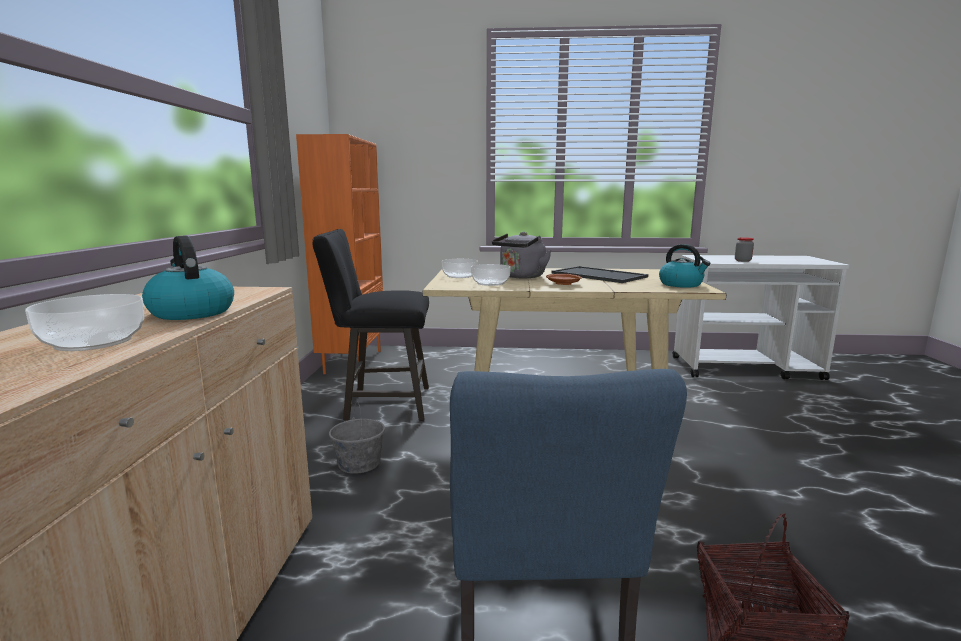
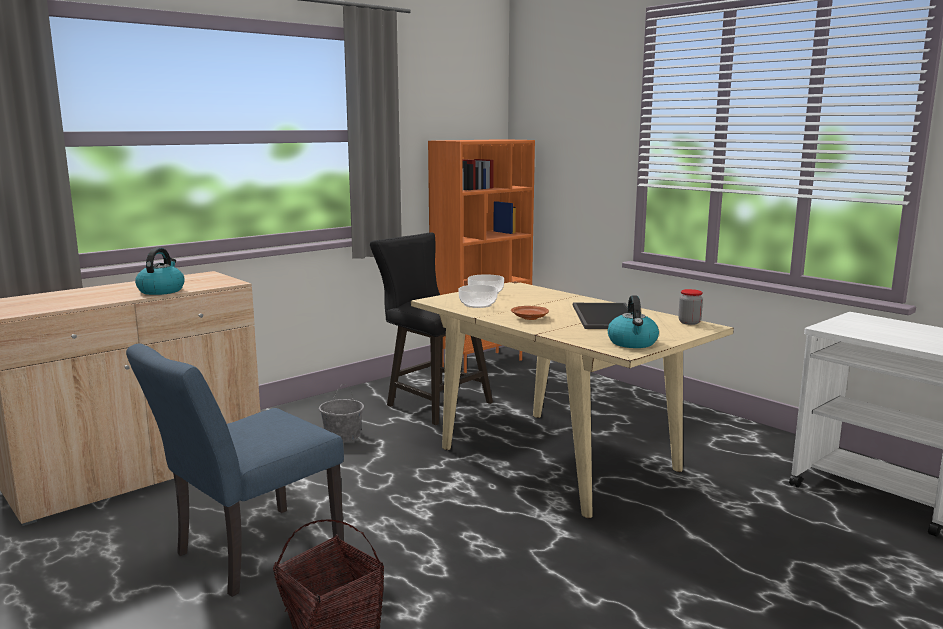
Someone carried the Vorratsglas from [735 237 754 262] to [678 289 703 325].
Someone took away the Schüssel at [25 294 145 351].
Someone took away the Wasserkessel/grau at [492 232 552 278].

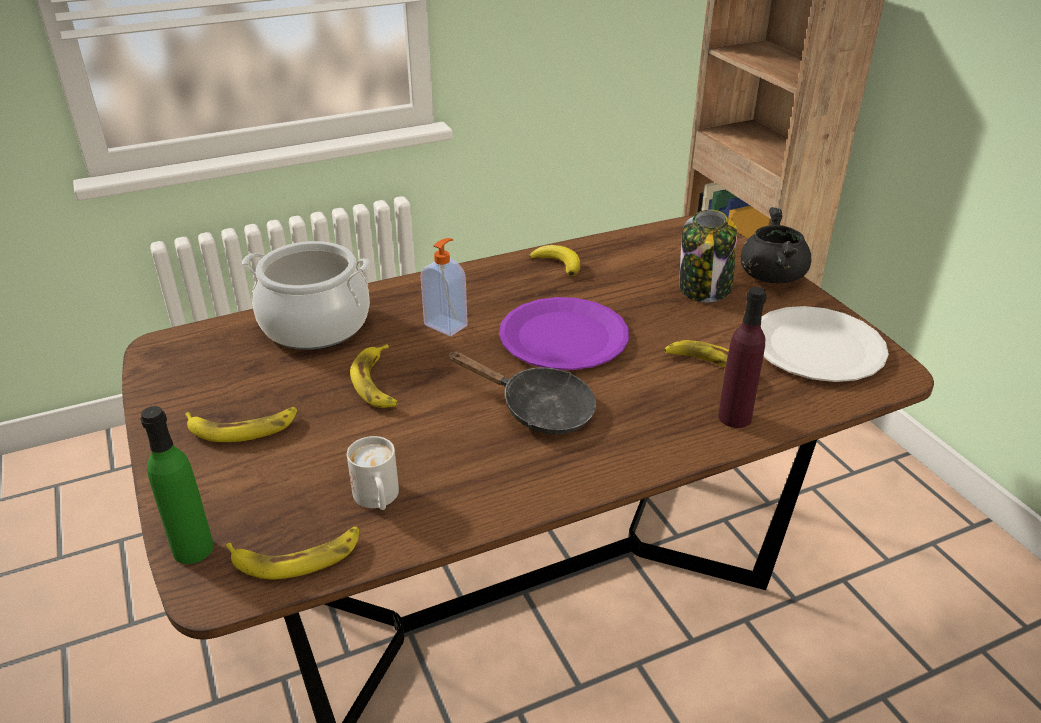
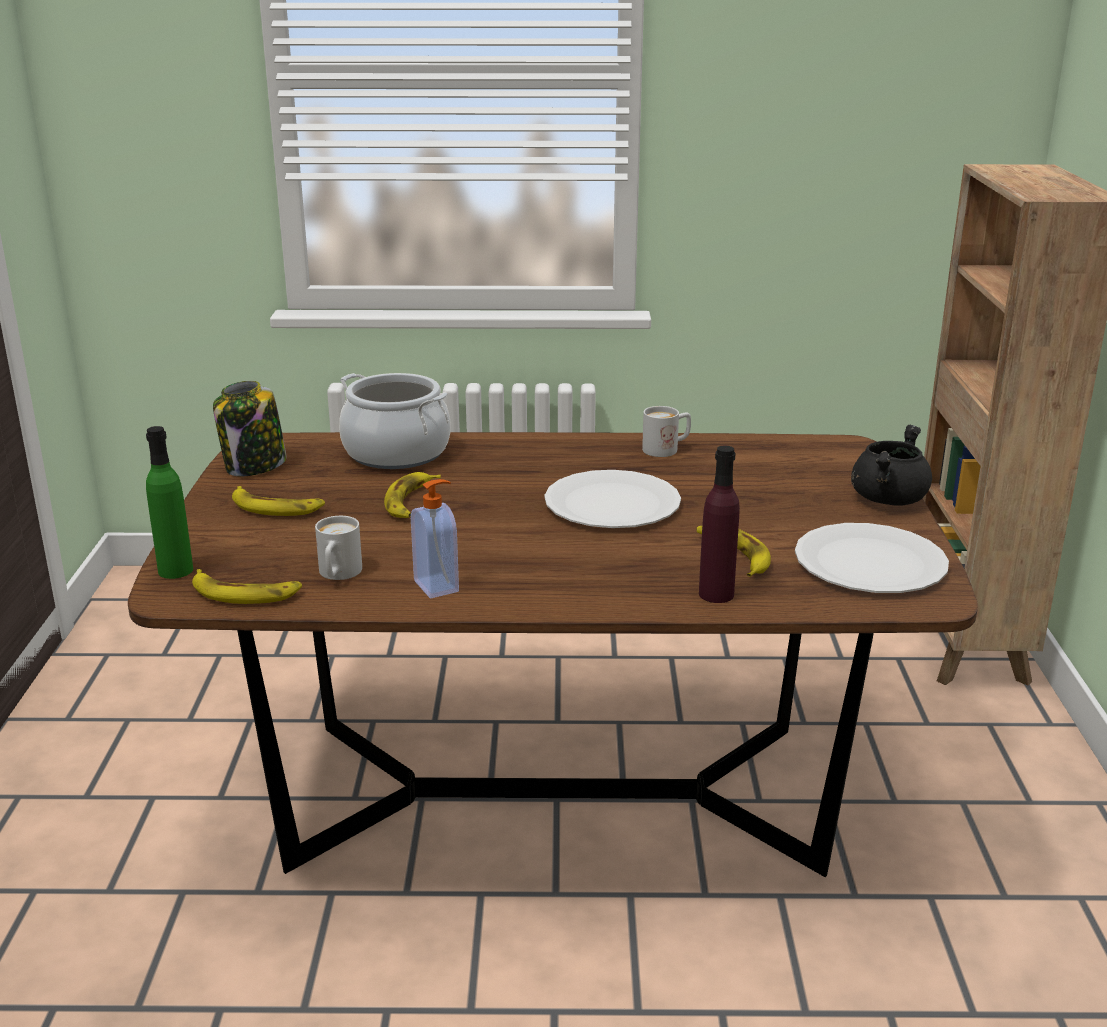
Someone carried the Vorratsglas from [679 210 737 302] to [213 381 287 476].
Someone carried the Seifenspender from [421 238 468 336] to [411 479 459 598].
Someone repainted the Teller/lila at [499 297 629 370], which became the Teller/weiß at [544 470 681 528].
Someone swapped the Banane at [529 245 580 276] for the Henkelbecher/weiß at [642 406 691 457].
Someone took away the Pfanne/schwarz at [449 352 596 434].

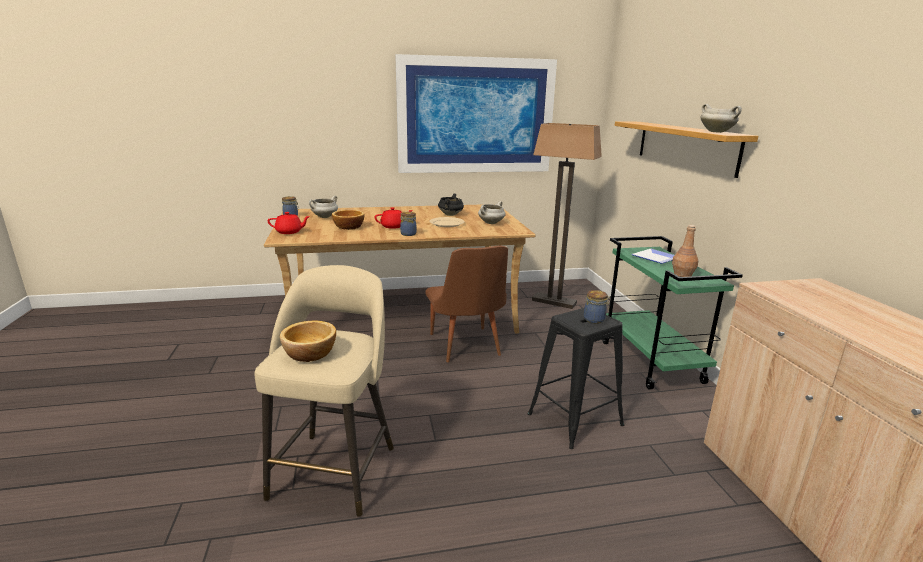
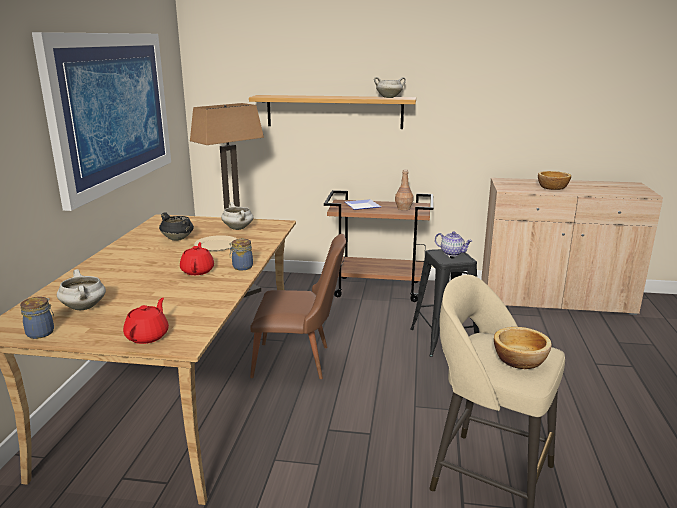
Someone repainted the Rollwagen/grün at [602 236 743 390], which became the Rollwagen/braun at [324 190 433 302].
Someone swapped the Vorratsglas at [584 290 610 324] for the Teekanne at [435 231 472 256].
Someone carried the Schüssel from [332 210 365 230] to [538 171 571 190].

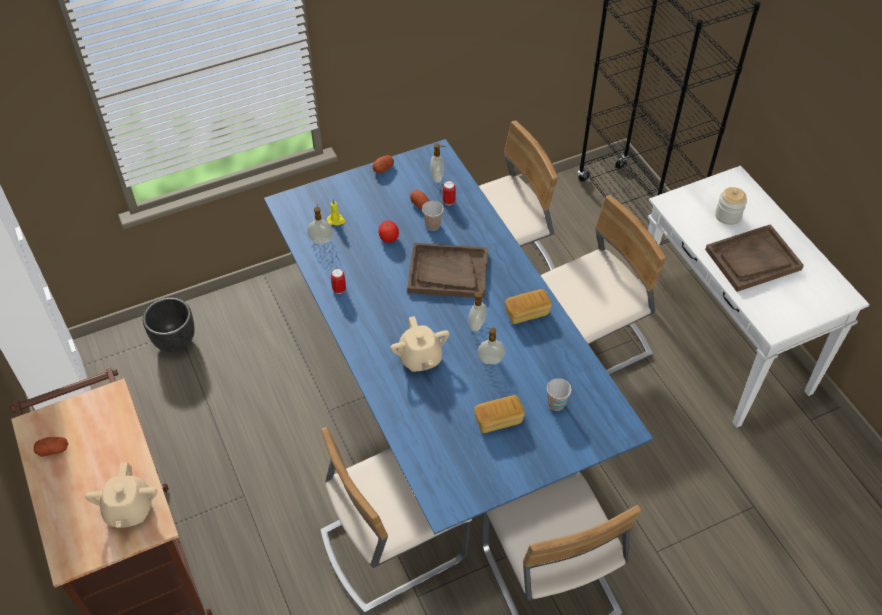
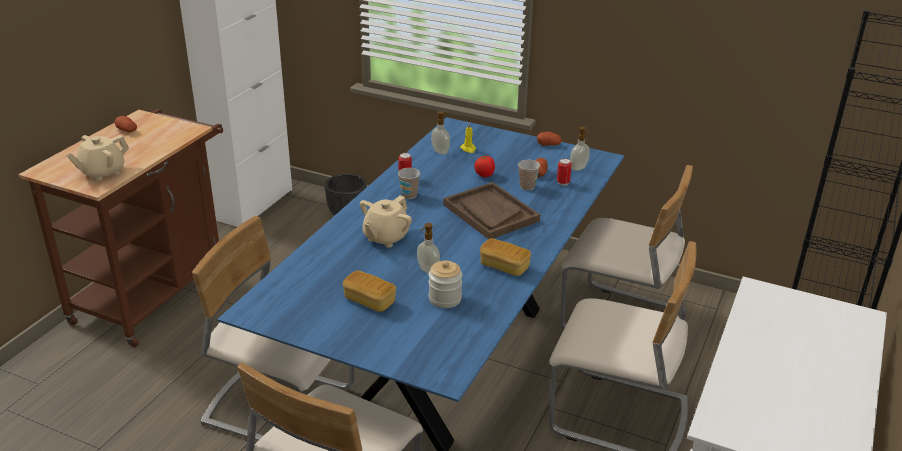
Someone carried the Tasse from [547 378 572 411] to [398 168 420 199].
Someone carried the Vorratsglas from [715 187 747 225] to [428 260 462 308].
Someone took away the Seifenspender at [468 292 487 332].
Someone took away the Tablett/braun at [705 224 804 292].

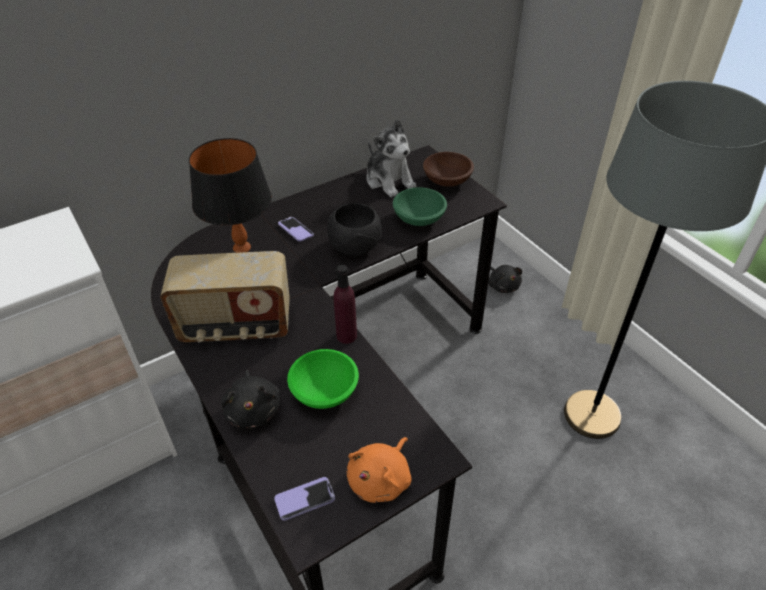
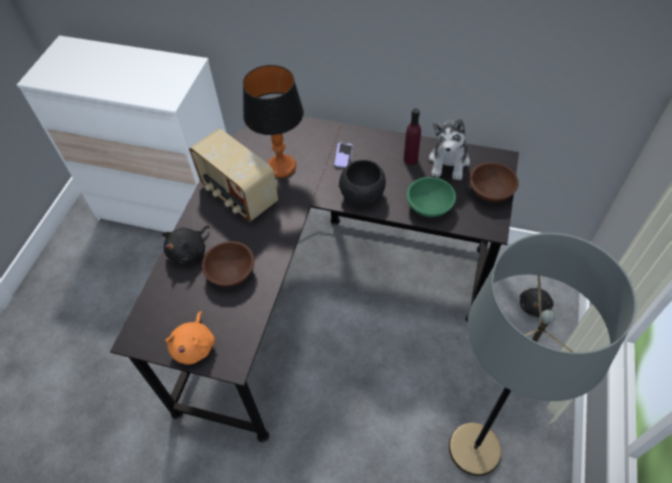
Someone rotated the Plüschtier/orange at [347 437 411 503] by 75 degrees counterclockwise.
Someone repainted the Schüssel/grün at [287 349 359 409], which became the Schüssel/braun at [202 241 254 287].
Someone carried the Flasche/lila from [334 265 357 344] to [404 108 421 165].
Someone took away the Handy at [274 477 335 521].

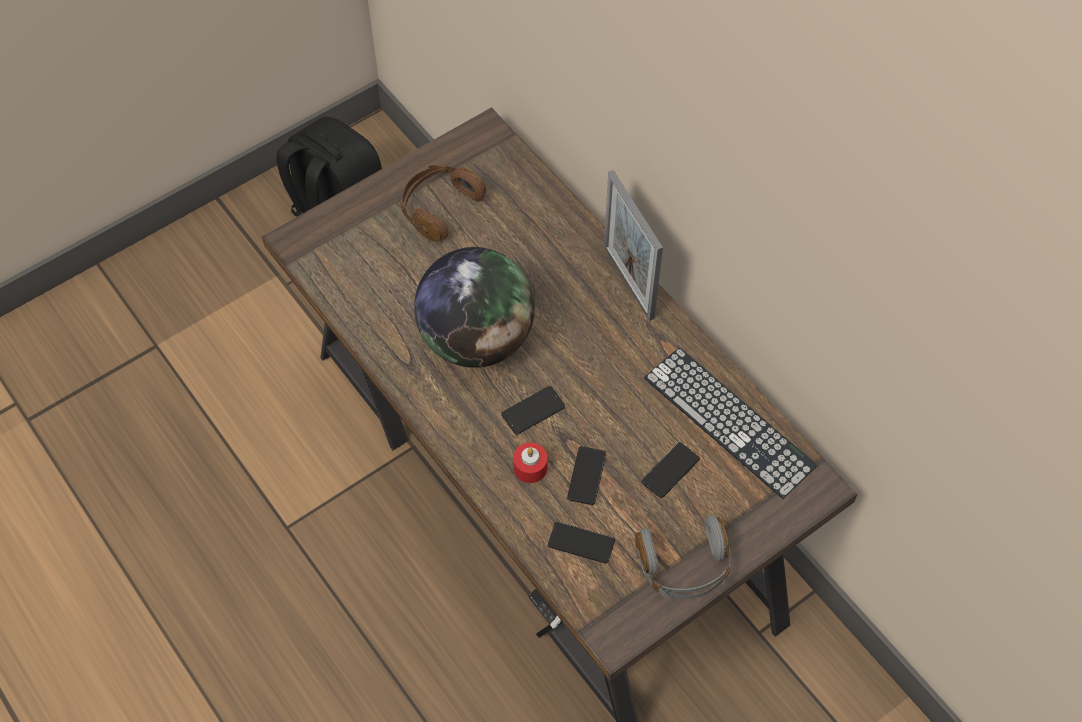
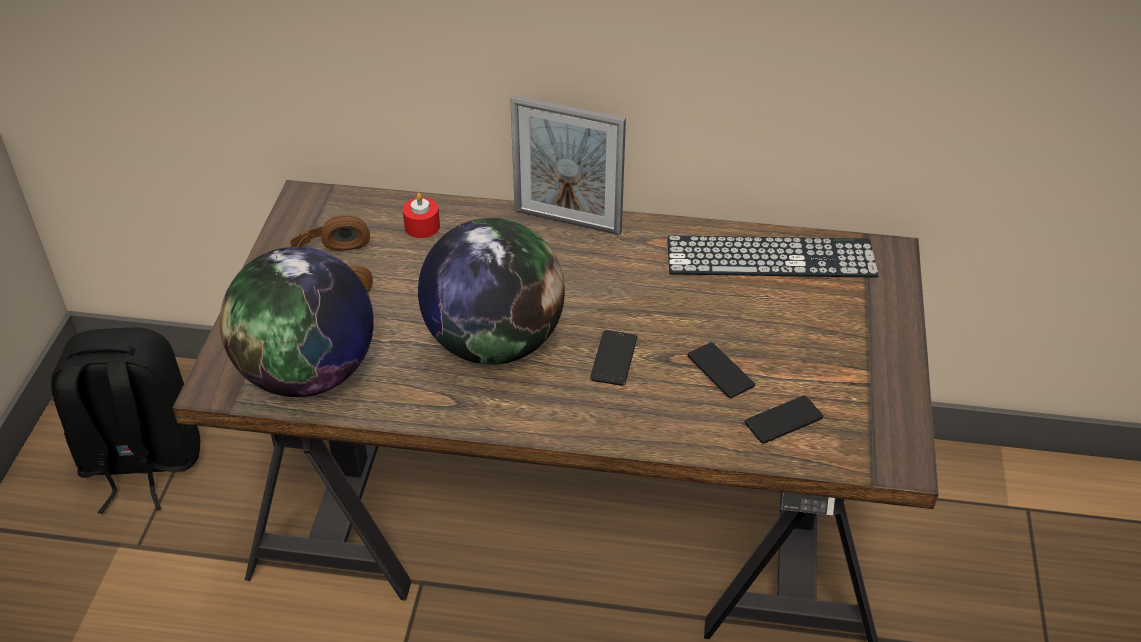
Someone put down the Globus at [220 247 374 397].
Someone carried the Kerze/rot from [513 443 548 483] to [403 193 440 238].
Someone took away the Kopfhörer/grau at [635 515 730 600].
Someone took away the Handy at [641 442 700 498].

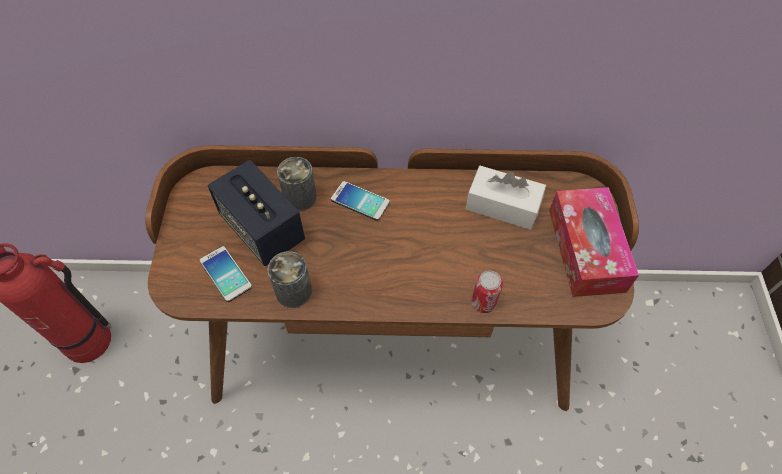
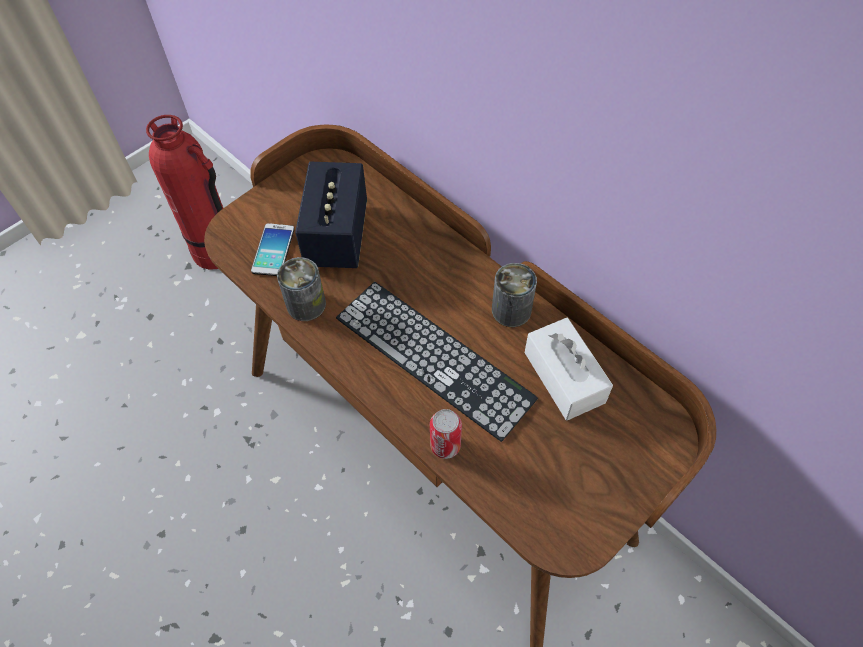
Someone put down the Tastatur at [336 282 538 442].
Someone carried the Dose from [277 157 317 211] to [492 263 537 327].
Someone took away the Handy at [331 181 390 221].
Someone took away the Taschentuchbox at [549 187 639 297].

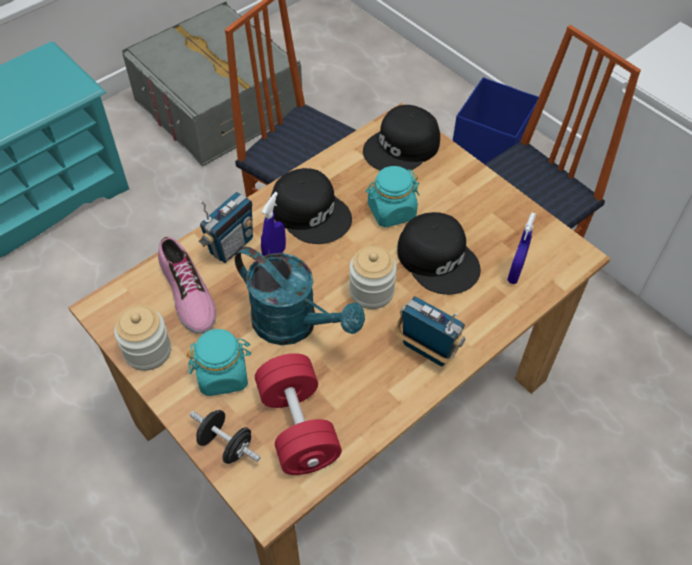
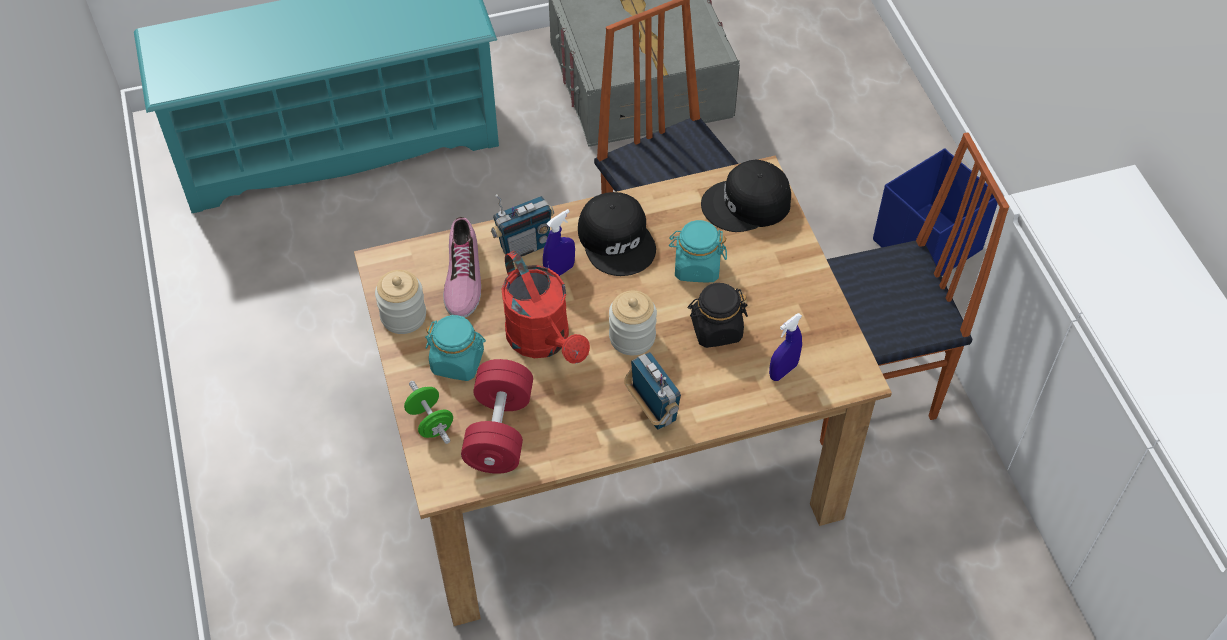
Someone repainted the Hantel/schwarz at [190 410 261 464], which became the Hantel/grün at [404 381 453 444].
Someone repainted the Gießkanne/türkis at [235 247 365 345], which became the Gießkanne/rot at [501 251 590 364].
Someone swapped the Kappe/schwarz at [397 212 481 295] for the Vorratsglas/schwarz at [688 283 748 348].

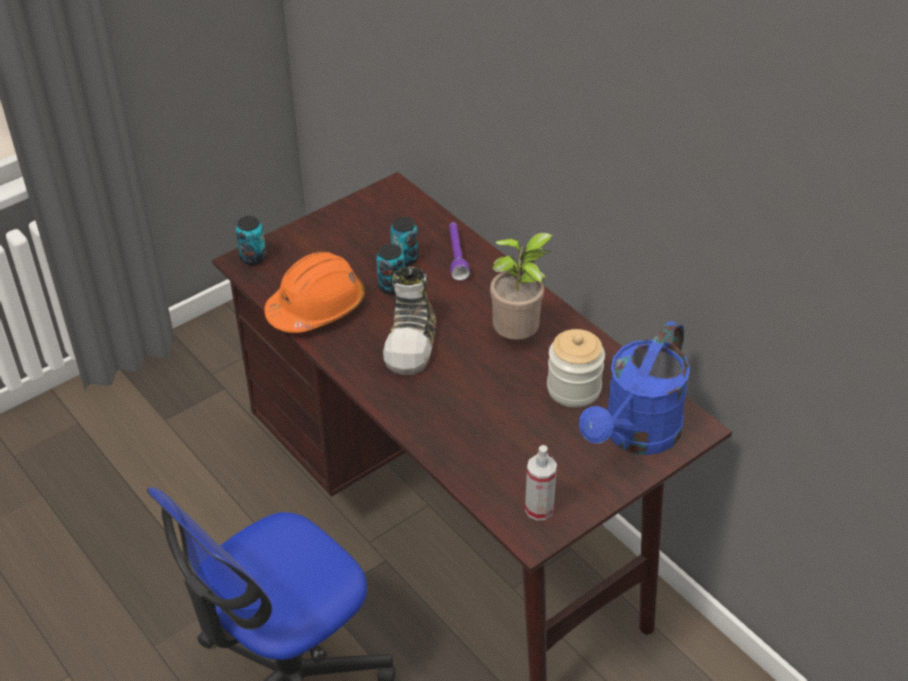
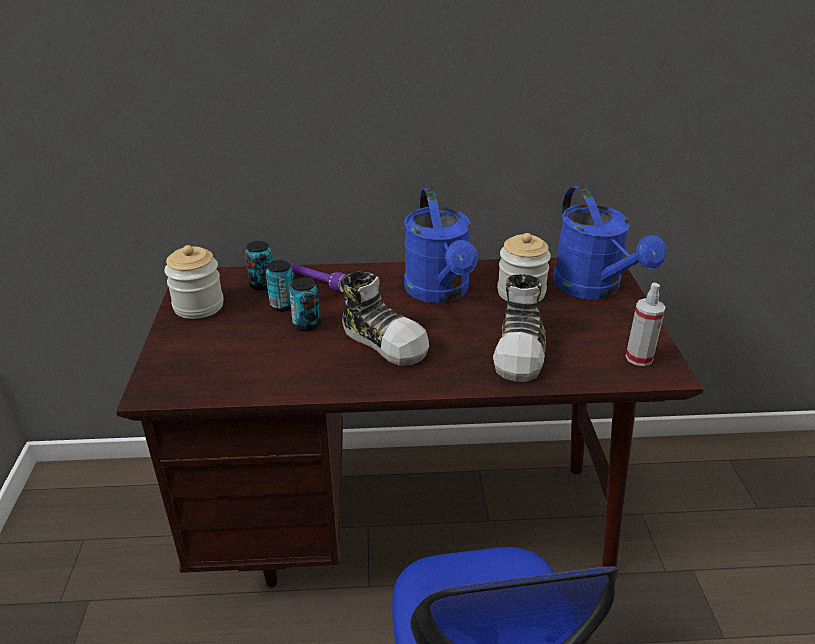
Someone put down the Vorratsglas at [164 245 224 319].
Someone carried the Dose from [235 216 267 265] to [245 241 273 290].
Someone swapped the Topfpflanze at [490 233 553 340] for the Gießkanne/blau at [404 188 478 303].
Someone put down the Schuh at [493 274 546 382].
Someone took away the Schutzhelm/orange at [264 252 365 333].

